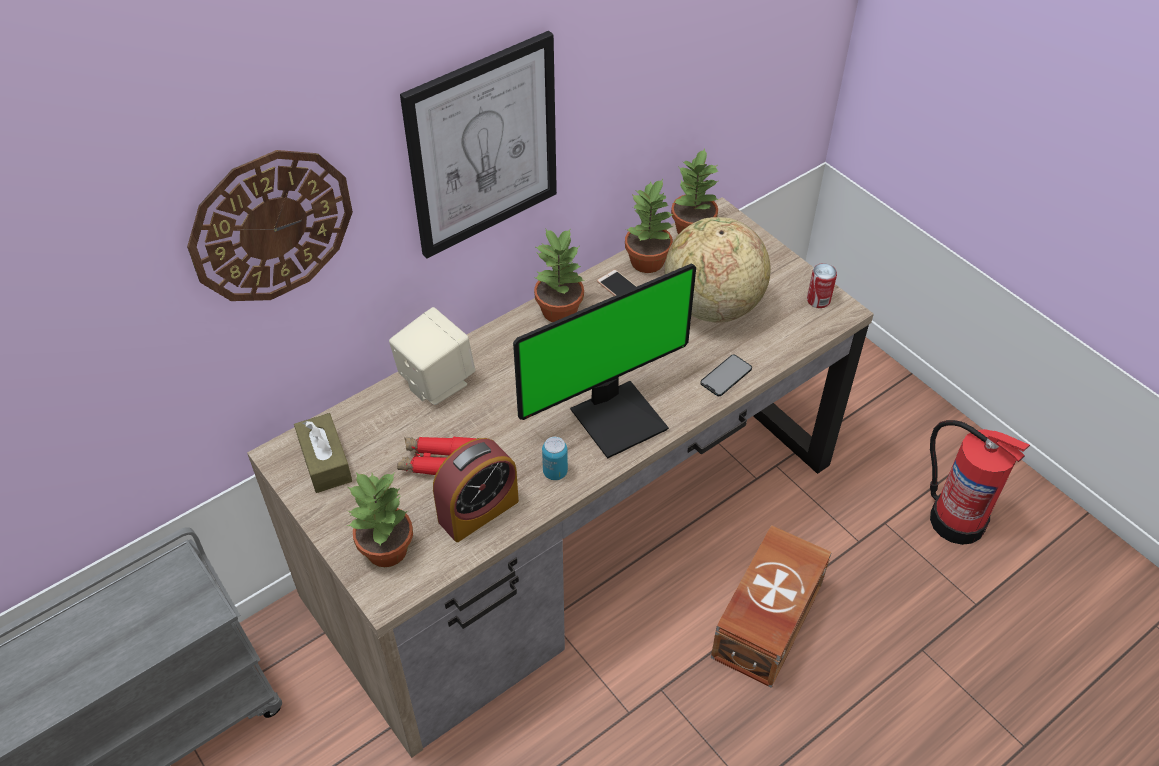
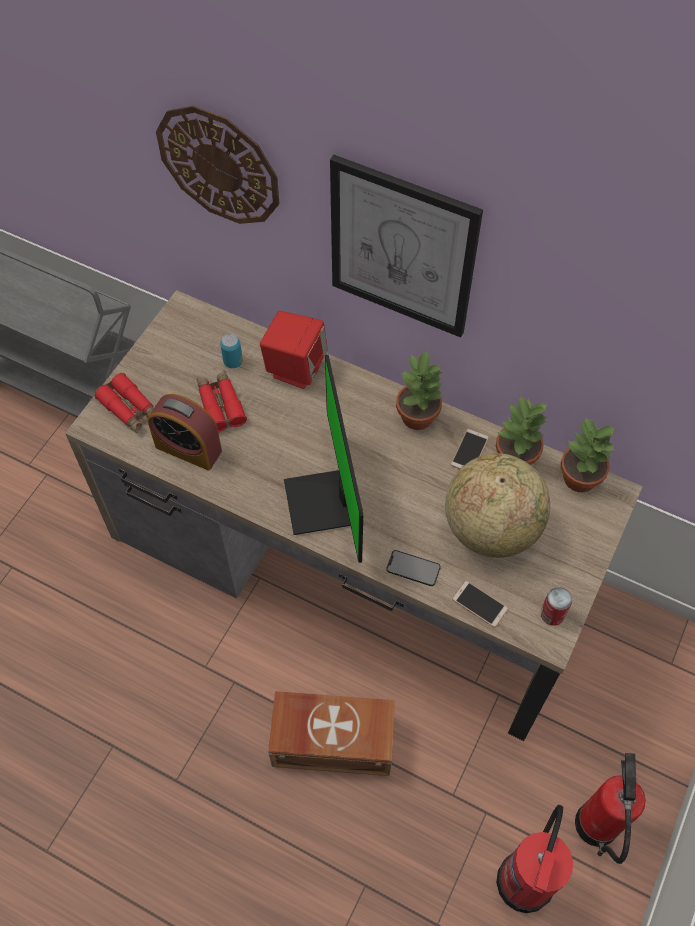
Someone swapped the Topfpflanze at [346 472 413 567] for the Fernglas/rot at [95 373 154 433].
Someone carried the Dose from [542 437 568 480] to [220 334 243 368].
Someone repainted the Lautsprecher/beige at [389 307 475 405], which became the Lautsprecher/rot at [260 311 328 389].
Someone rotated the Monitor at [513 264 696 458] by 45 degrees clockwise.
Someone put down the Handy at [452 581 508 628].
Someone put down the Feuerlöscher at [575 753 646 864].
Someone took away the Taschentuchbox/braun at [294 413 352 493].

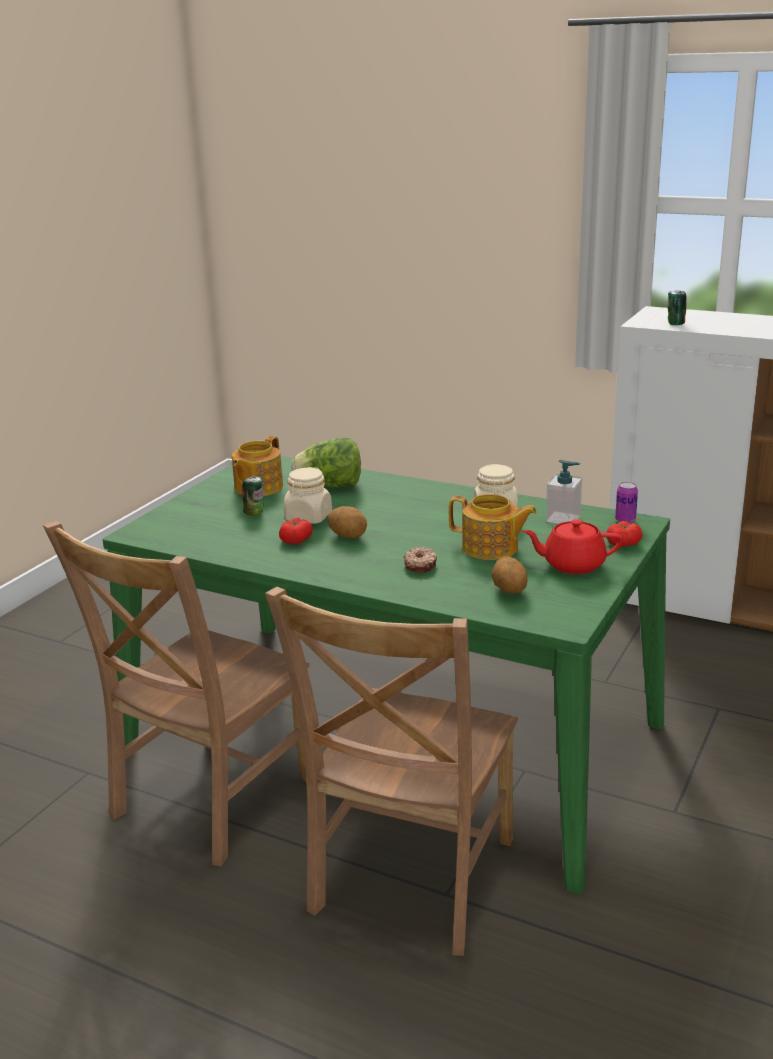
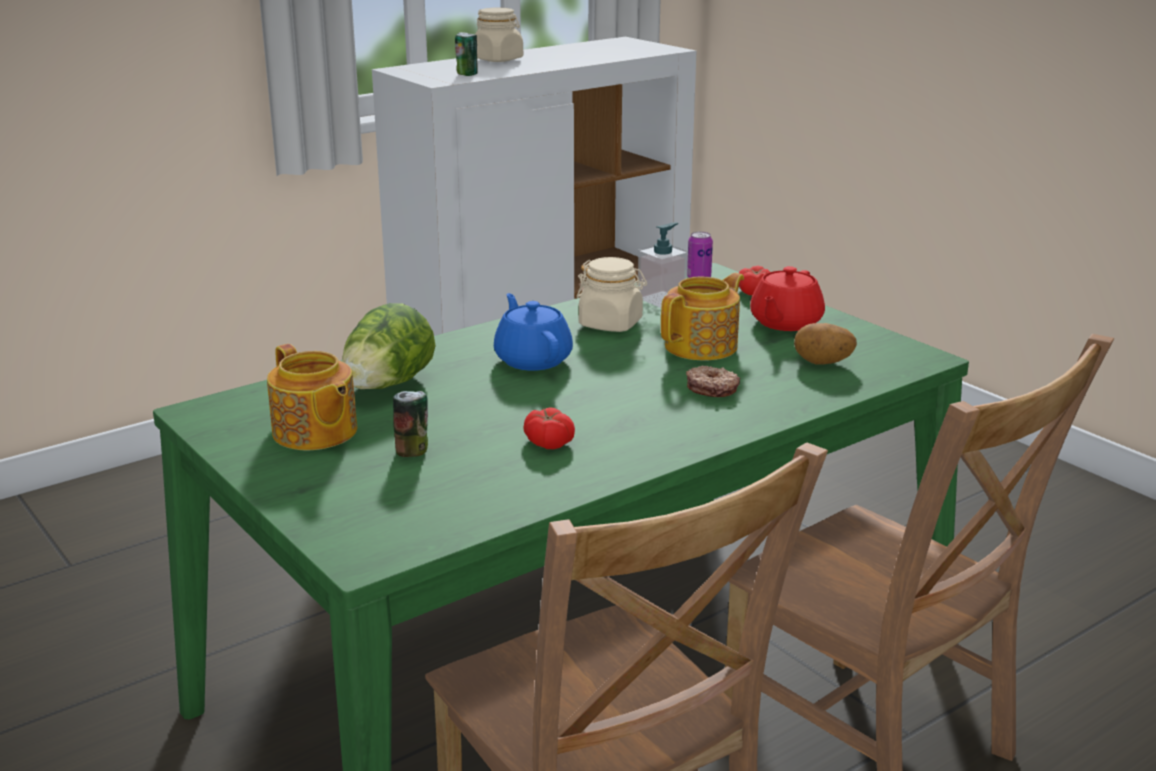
Someone carried the Vorratsglas/beige from [283 467 332 524] to [475 8 523 62].
Someone put down the Teekanne/blau at [494 293 573 371].
Someone took away the Kartoffel at [328 506 367 539].

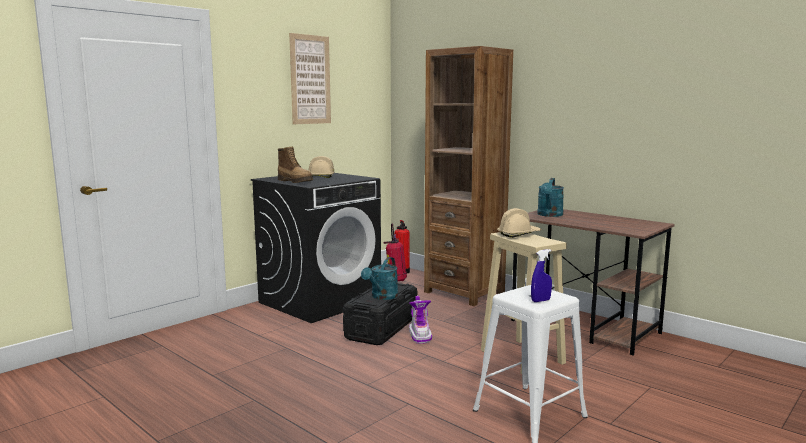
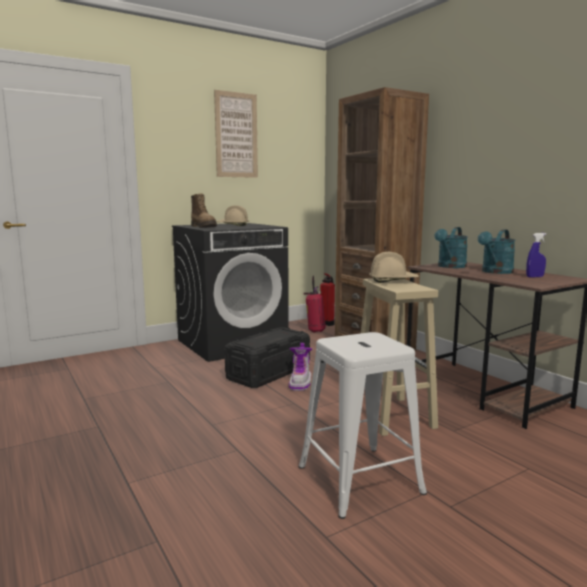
Someone carried the Gießkanne/türkis from [361 257 398 300] to [478 229 516 274].
Someone carried the Sprühflasche/blau from [531 249 552 302] to [526 233 547 277].

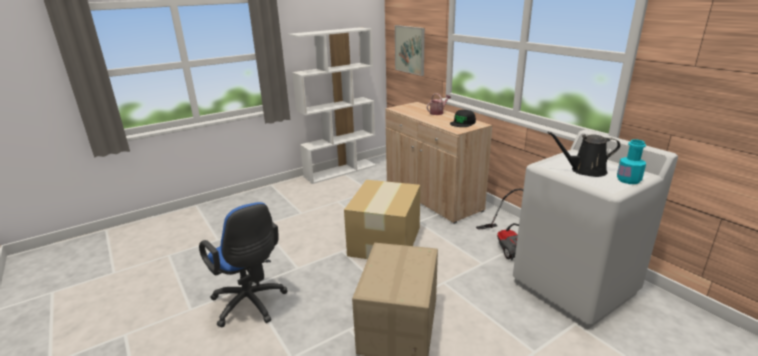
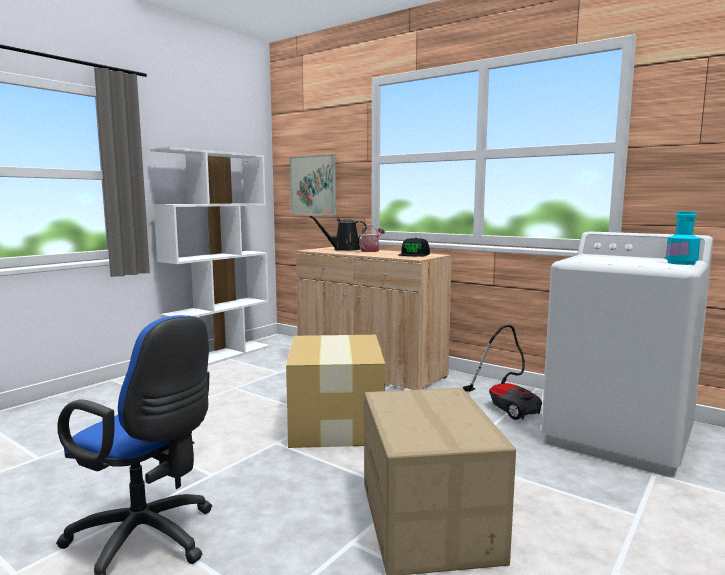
Someone carried the Gießkanne/schwarz from [548 132 620 177] to [309 216 367 250].

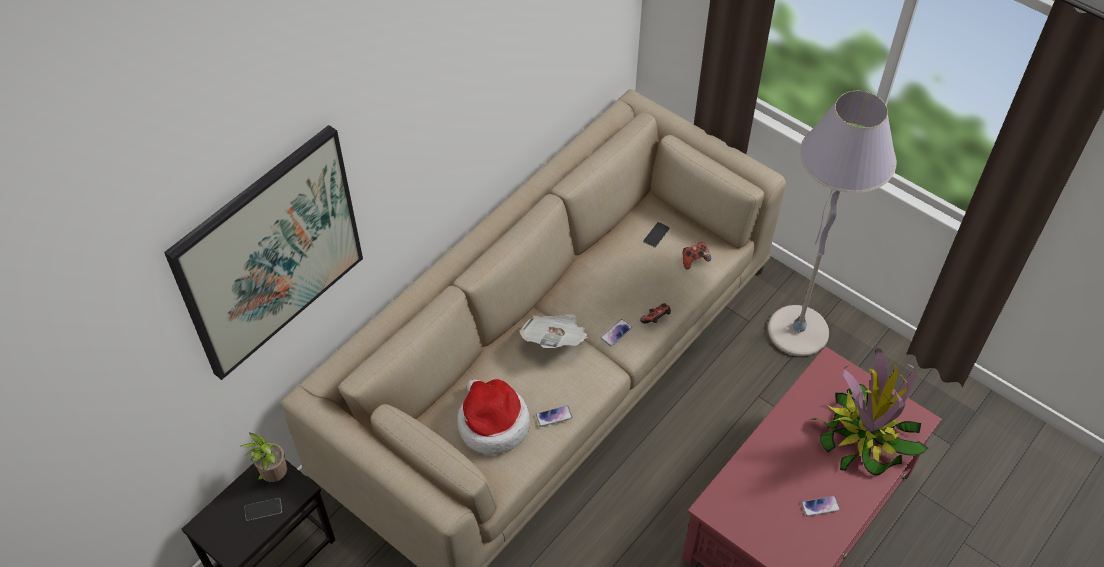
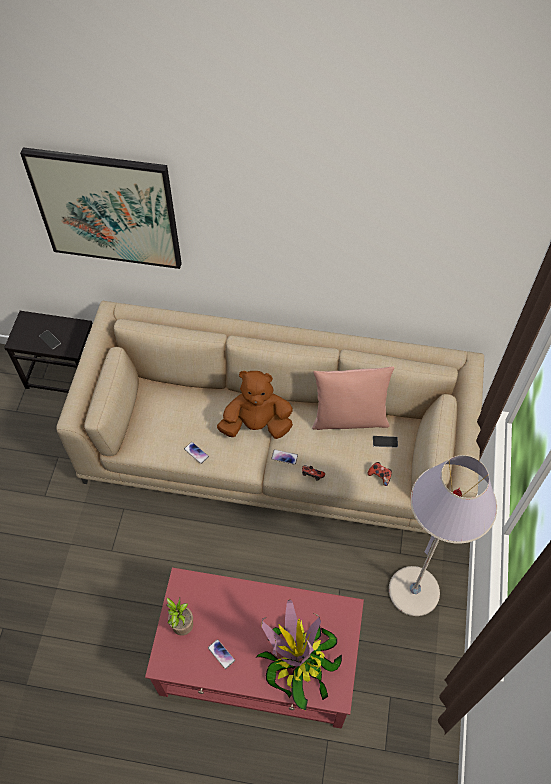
Someone carried the Topfpflanze from [240 433 287 482] to [166 597 193 635].
Someone swapped the Zeitung at [520 314 588 348] for the Plüschtier/braun at [217 371 293 439].
Someone put down the Kissen/rosa at [312 366 395 430].
Someone took away the Hut at [458 379 530 455].

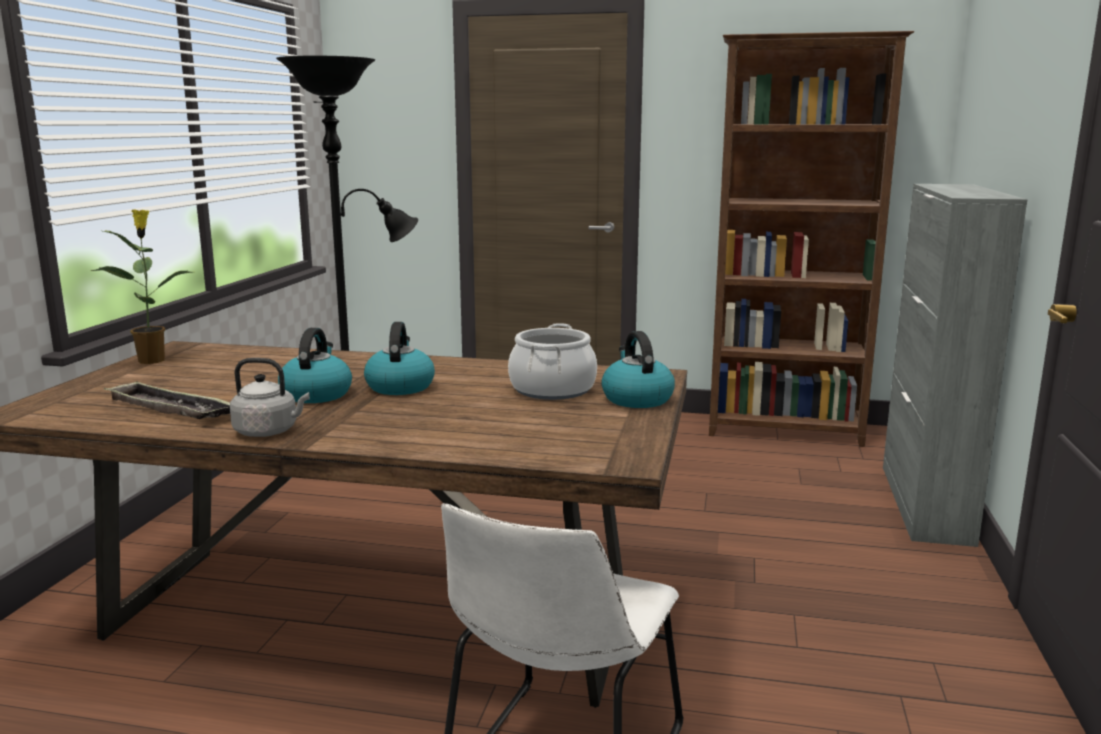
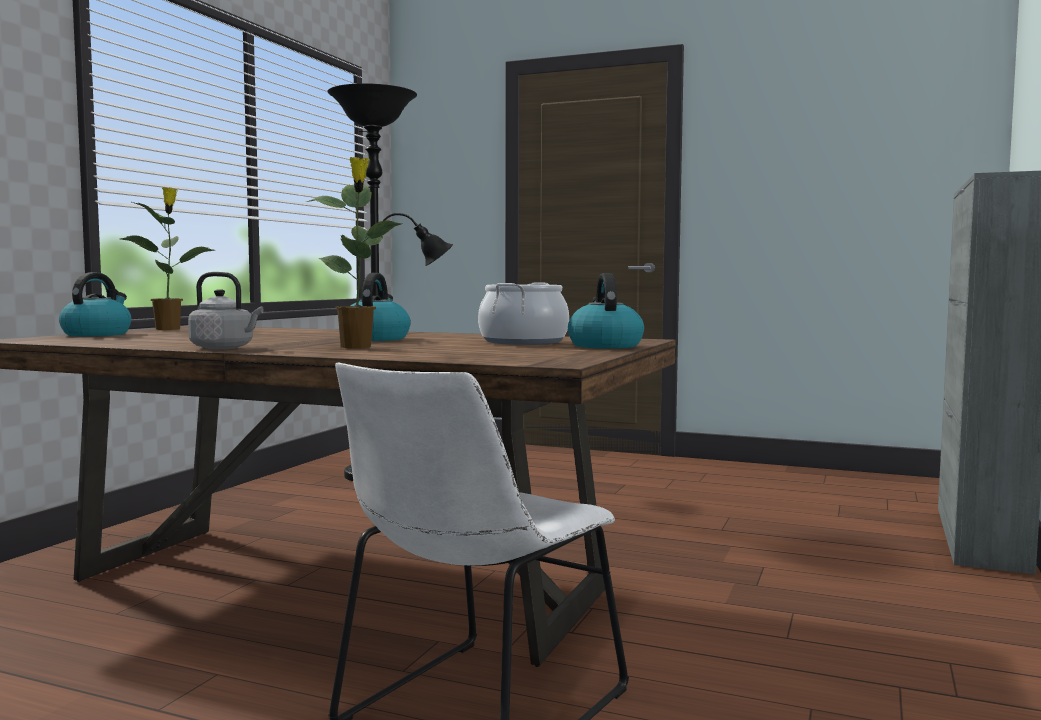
Someone carried the Wasserkessel from [278 328 352 403] to [59 272 132 336].
Someone put down the Topfpflanze at [307 157 402 348].
Someone took away the Tablett at [104 381 230 419].
Someone took away the Bücherregal/braun at [709 31 914 447].

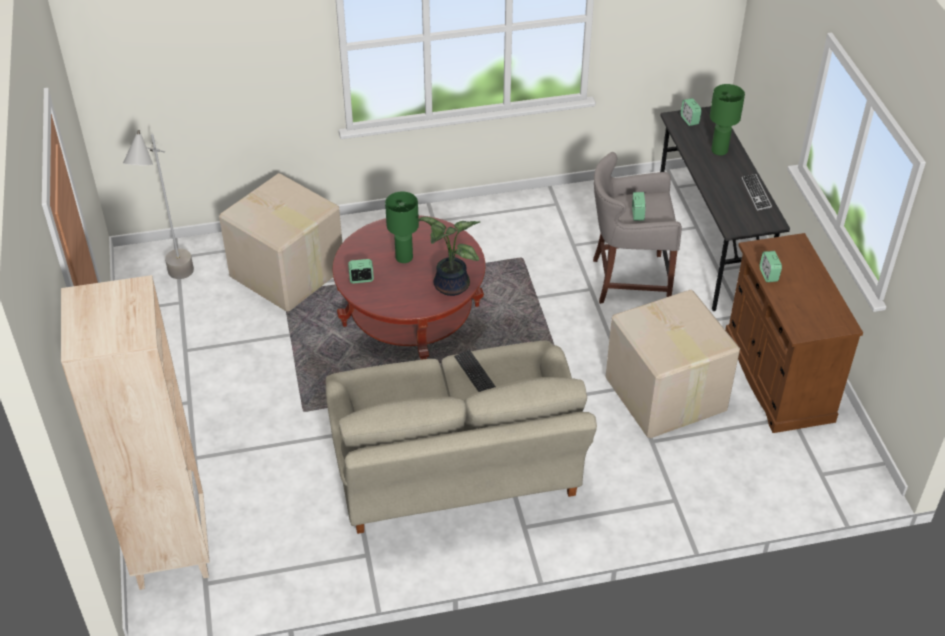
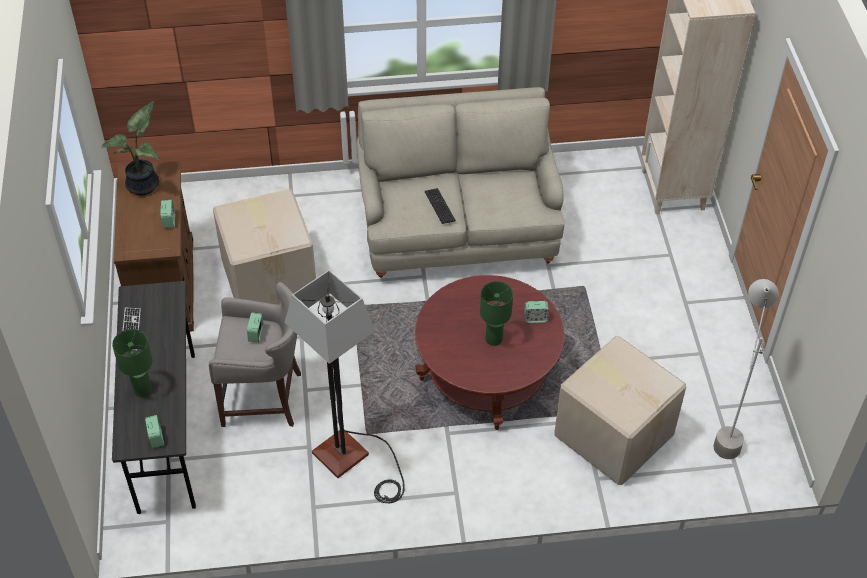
Someone carried the Topfpflanze from [417 217 481 296] to [101 101 159 195].
Someone put down the Stehlampe at [284 270 405 503].

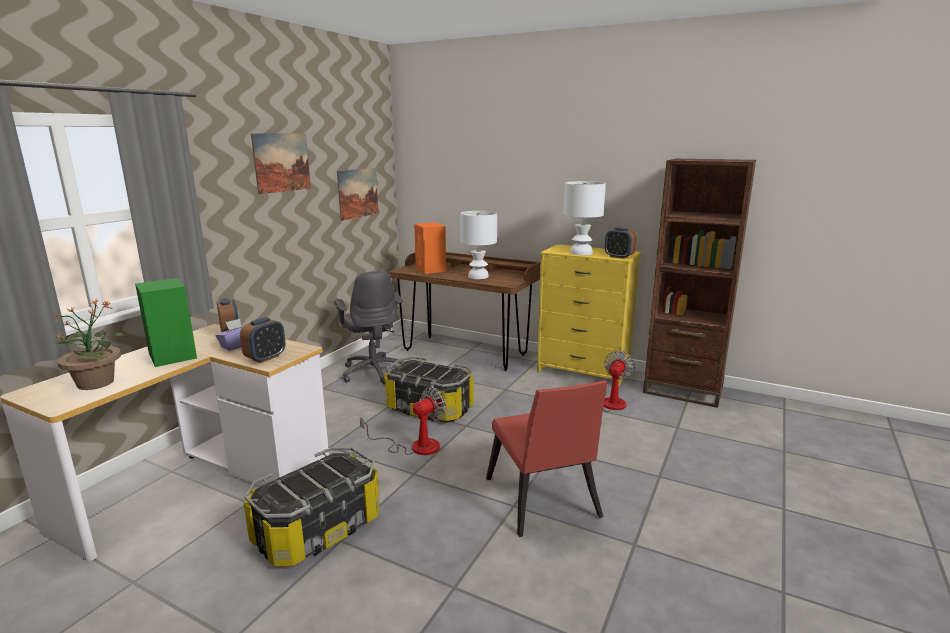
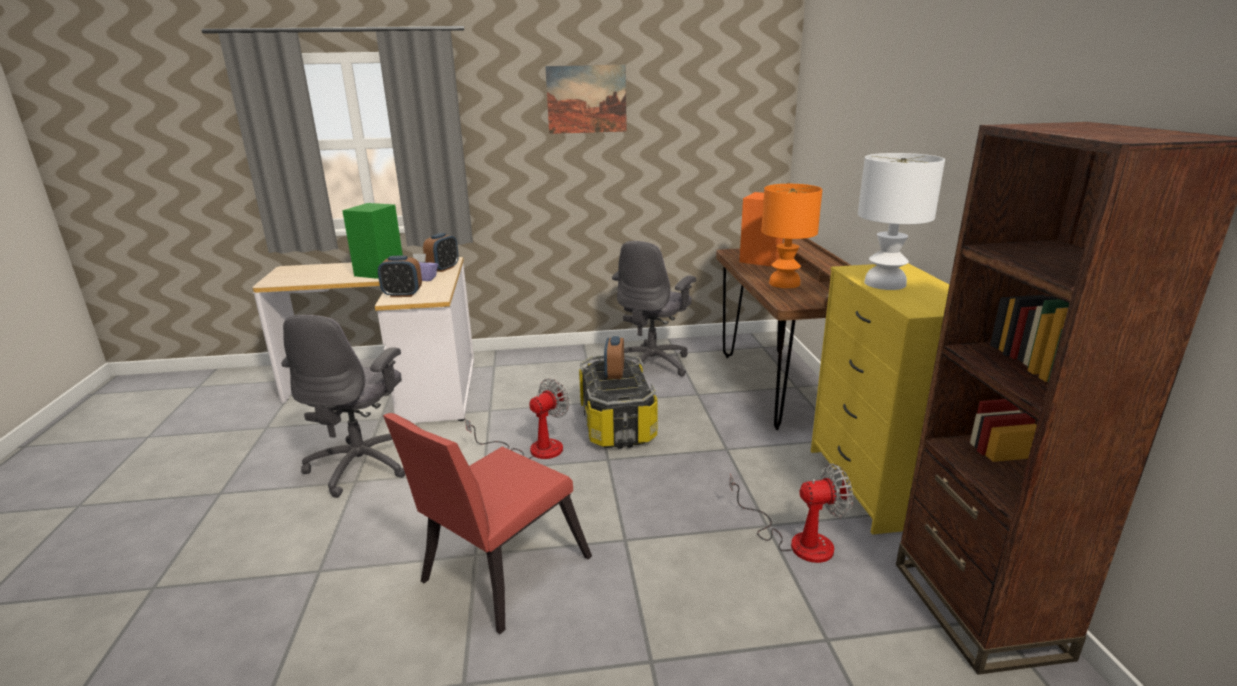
Someone swapped the Aufbewahrungsbox at [243 447 380 566] for the Bürostuhl/grau at [281 315 406 498].
Someone rotated the Ventilator at [360 387 446 455] by 60 degrees counterclockwise.
Someone carried the Wecker from [605 227 636 259] to [604 336 624 379].
Someone repainted the Tischlampe/weiß at [460 211 497 279], which became the Tischlampe/orange at [761 184 822 288].
Someone took away the Topfpflanze at [54 300 126 390].
Someone took away the Bild at [337 168 379 221].

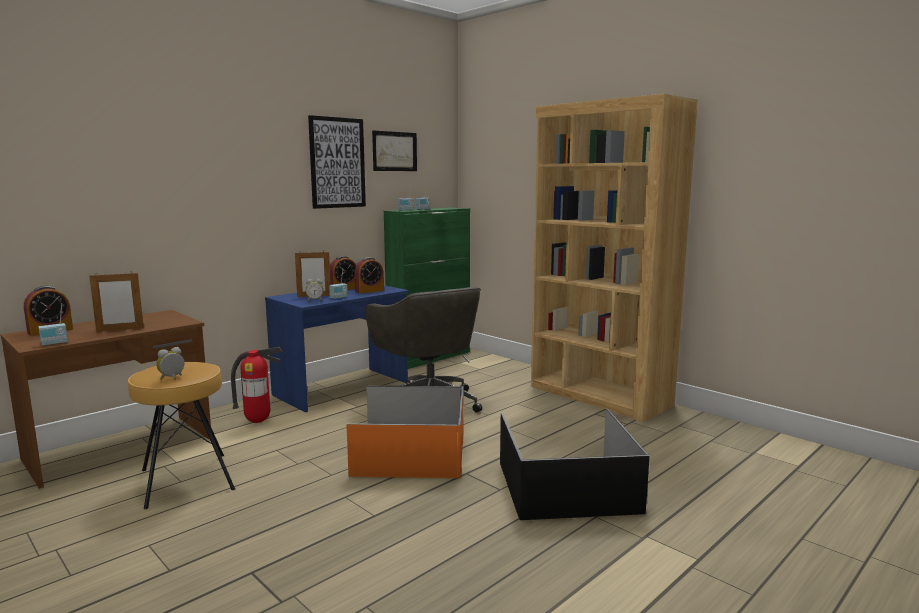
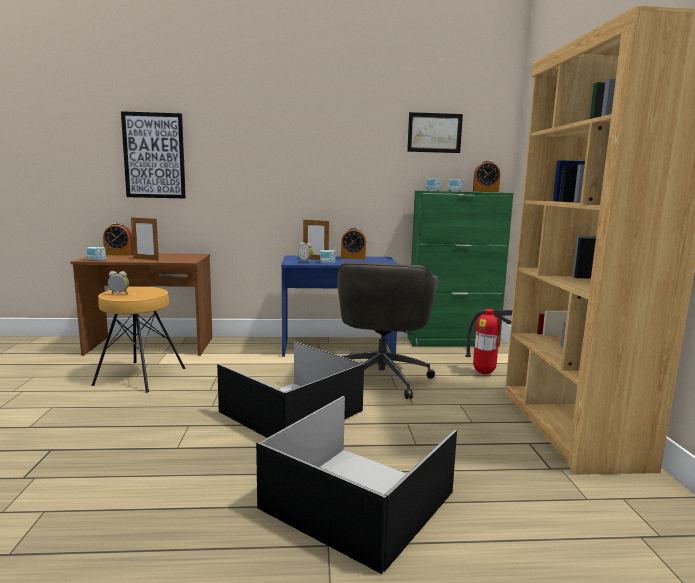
Someone carried the Bild from [308 115 366 209] to [121 111 186 198].
Someone repainted the Aufbewahrungsbox/orange at [346 385 464 478], which became the Aufbewahrungsbox/schwarz at [217 341 364 438].
Someone carried the Feuerlöscher from [231 347 283 423] to [465 309 512 374].
Someone carried the Wecker from [354 257 384 294] to [473 160 501 192].

